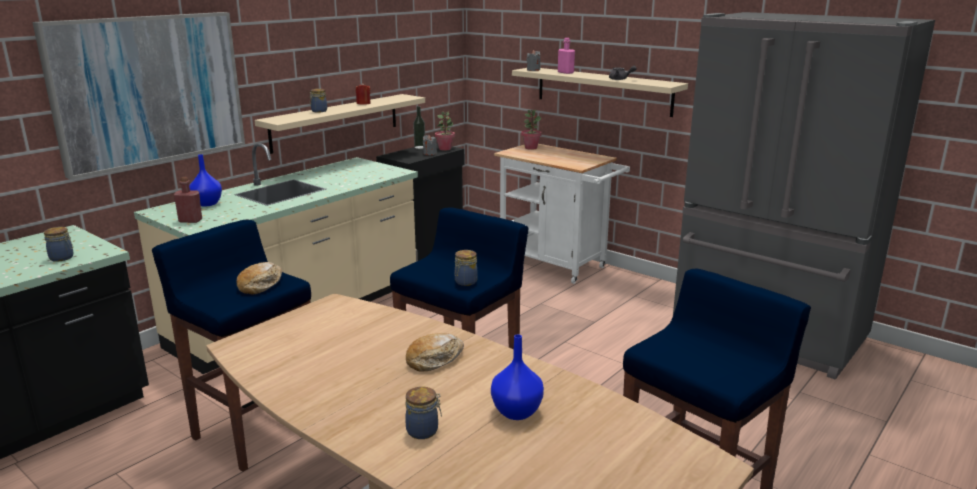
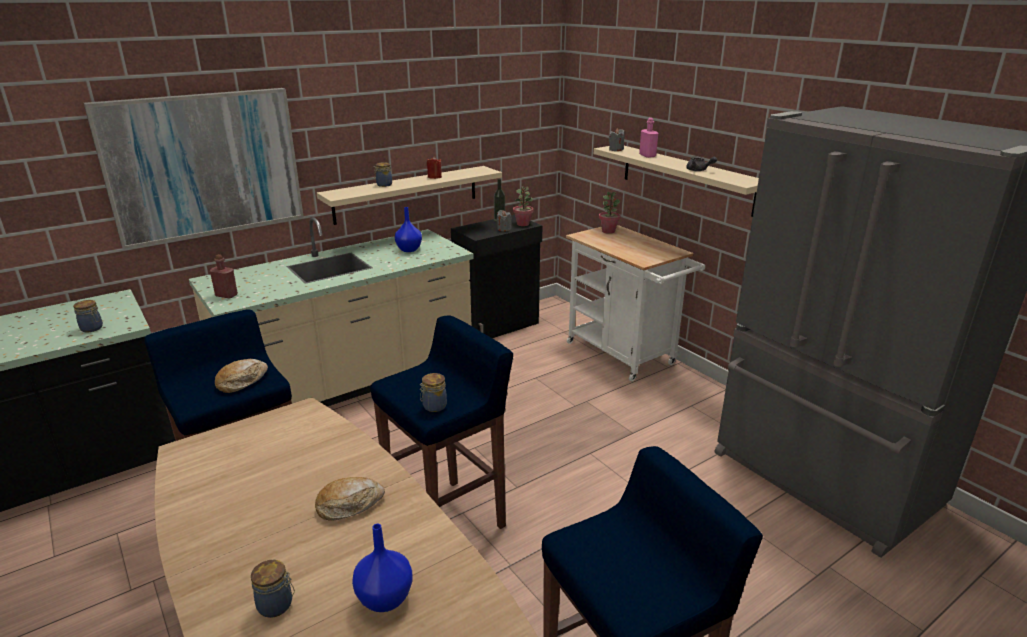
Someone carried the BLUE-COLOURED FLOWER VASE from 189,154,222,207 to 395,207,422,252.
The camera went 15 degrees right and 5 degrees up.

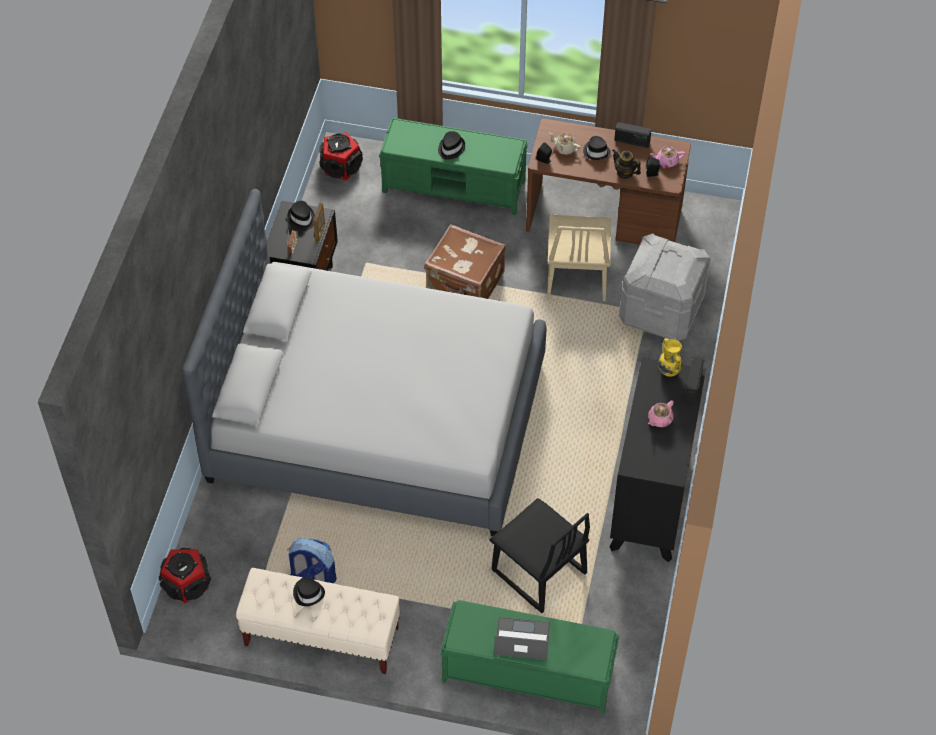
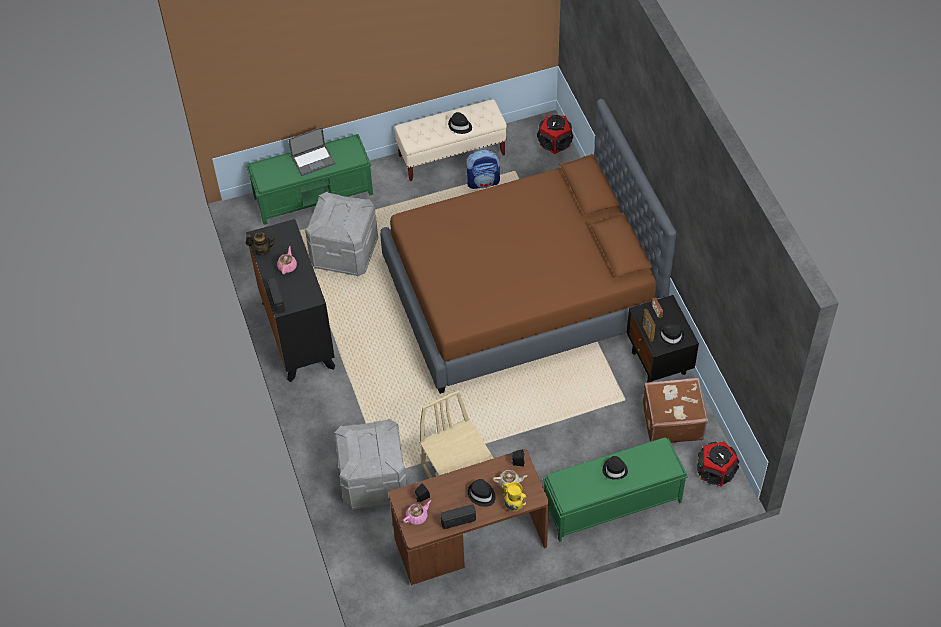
Someone carried the BROWN TRAVEL CASE from 424,224,506,299 to 643,378,708,443.
Someone carried the TEA POT from 612,149,641,179 to 246,232,275,256.
Someone carried the YELLOWISH FLOWER VASE from 658,338,682,377 to 503,482,526,512.
Someone swapped the BLACK-COLOURED PLAIN CHAIR at 489,498,590,613 for the GRAY STORAGE BIN at 305,192,378,276.
Someone repainted the GRAY SLEEPING BED at 182,189,547,536, which became the BROWN SLEEPING BED at 380,99,676,394.
The camera went 150 degrees right and 0 degrees up.

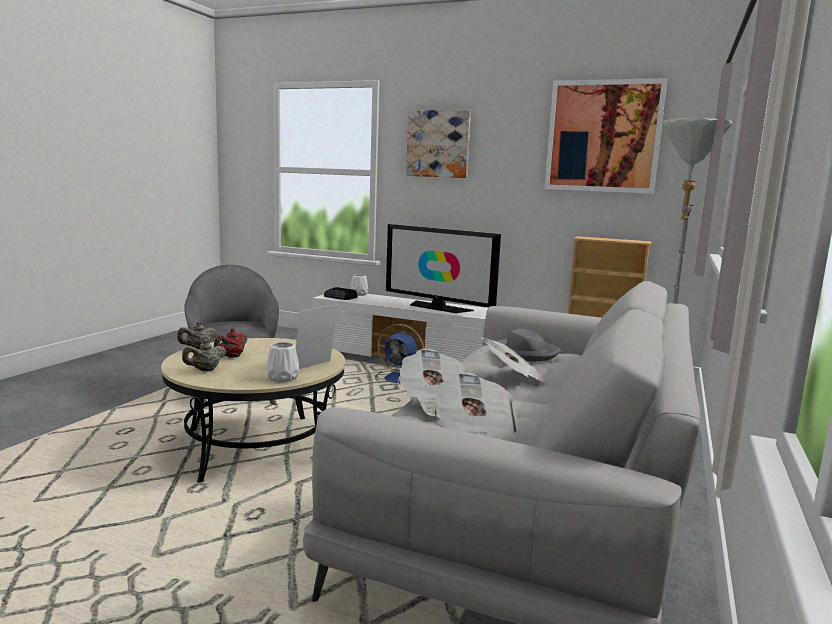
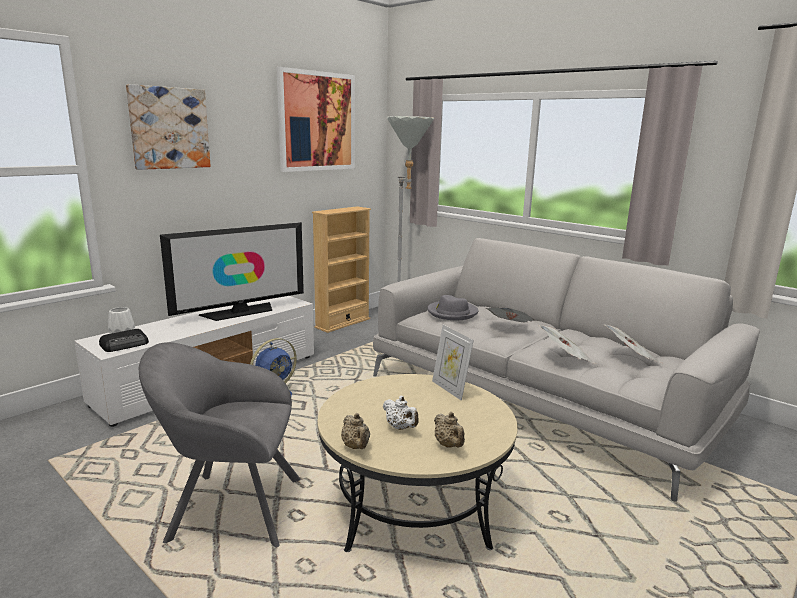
Someone took away the WHITE-COLOURED FLOWER VASE at 266,342,299,382.
Someone repainted the RED-COLOURED TEA POT at 214,328,247,358, which became the WHITE-COLOURED TEA POT at 383,396,419,430.
The camera went 70 degrees left and 5 degrees up.

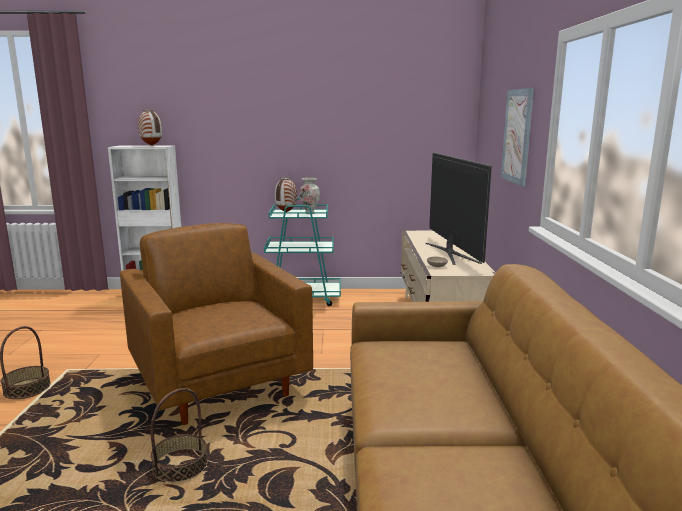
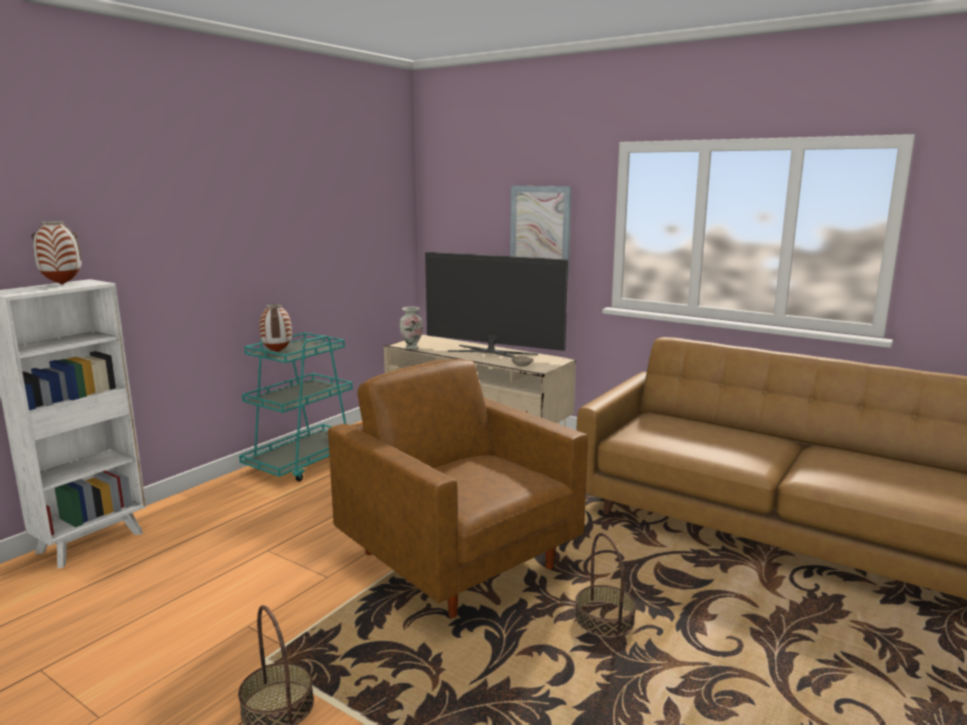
Someone carried the FLOWER VASE from 300,178,320,212 to 400,307,423,349.
Someone rotated the BROWN ARMCHAIR at 120,223,313,425 by 45 degrees clockwise.
The camera went 55 degrees left and 0 degrees up.

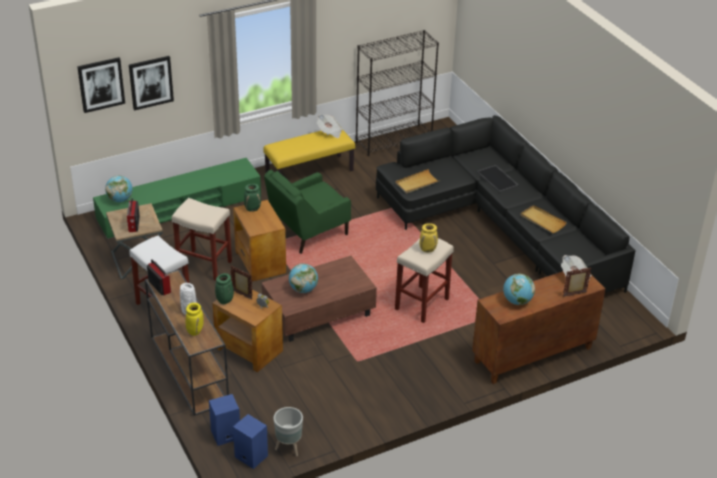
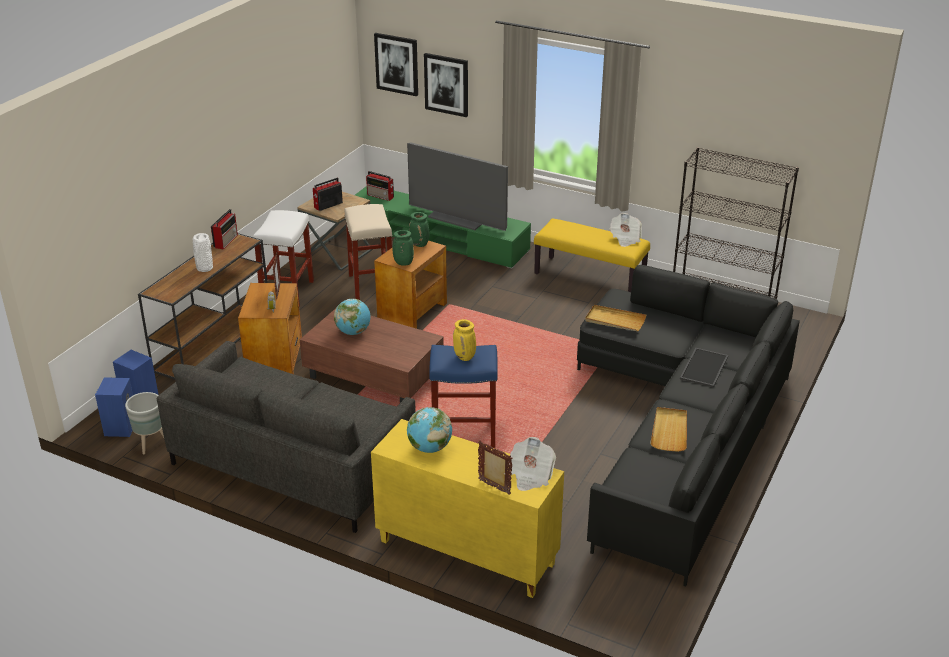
Someone took away the YELLOWISH FLOWER VASE at 186,303,203,336.
Someone took away the GREEN ARMCHAIR at 264,170,351,254.
Someone put down the GRAY SETTEE at 157,341,416,533.
Someone put down the TELEVISION at 407,143,508,231.
Someone carried the GREEN FLOWER VASE from 215,273,234,304 to 393,230,414,266.
Someone swapped the GLOBE at 105,175,133,202 for the RADIO at 366,171,394,201.
Someone repainted the SAND-COLOURED STOOL at 395,238,454,323, which became the BLUE-COLOURED STOOL at 429,345,498,448.
Someone repainted the BROWN STORAGE CABINET at 472,271,606,384, which became the YELLOWISH STORAGE CABINET at 371,419,564,598.
The camera went 55 degrees right and 5 degrees down.

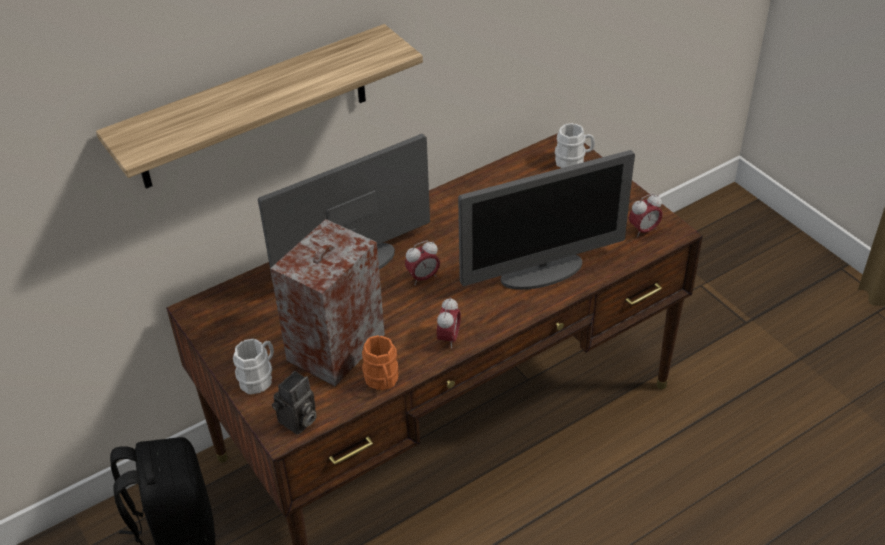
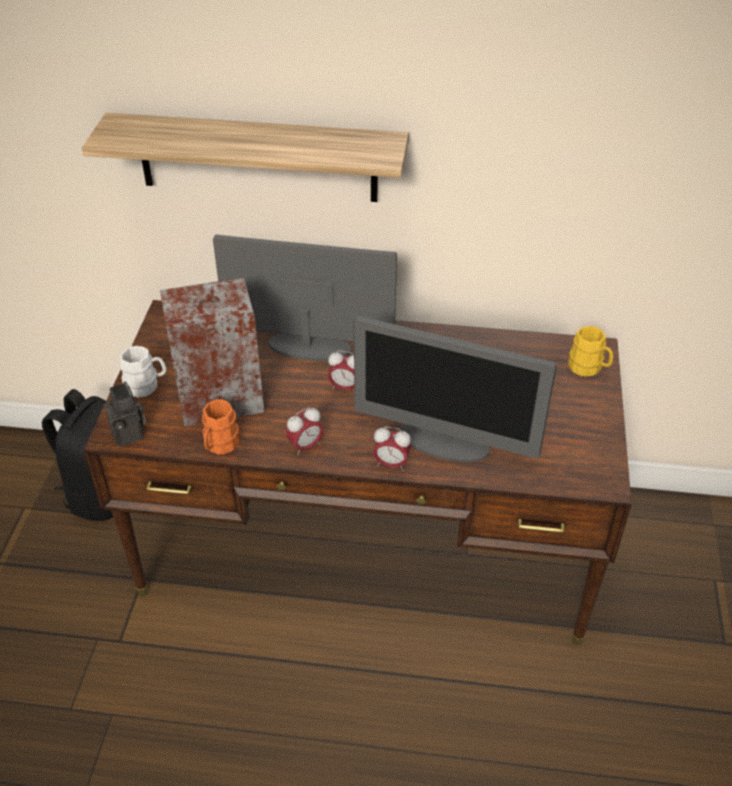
Someone carried the BEDSIDE CLOCK from 629,193,663,237 to 373,426,411,471.
Someone repainted the WHITE-COLOURED COFFEE MUG at 555,123,595,168, which became the YELLOWISH COFFEE MUG at 568,326,613,377.
Someone rotated the STILL CAMERA at 272,371,317,435 by 105 degrees counterclockwise.
The camera went 40 degrees right and 0 degrees up.

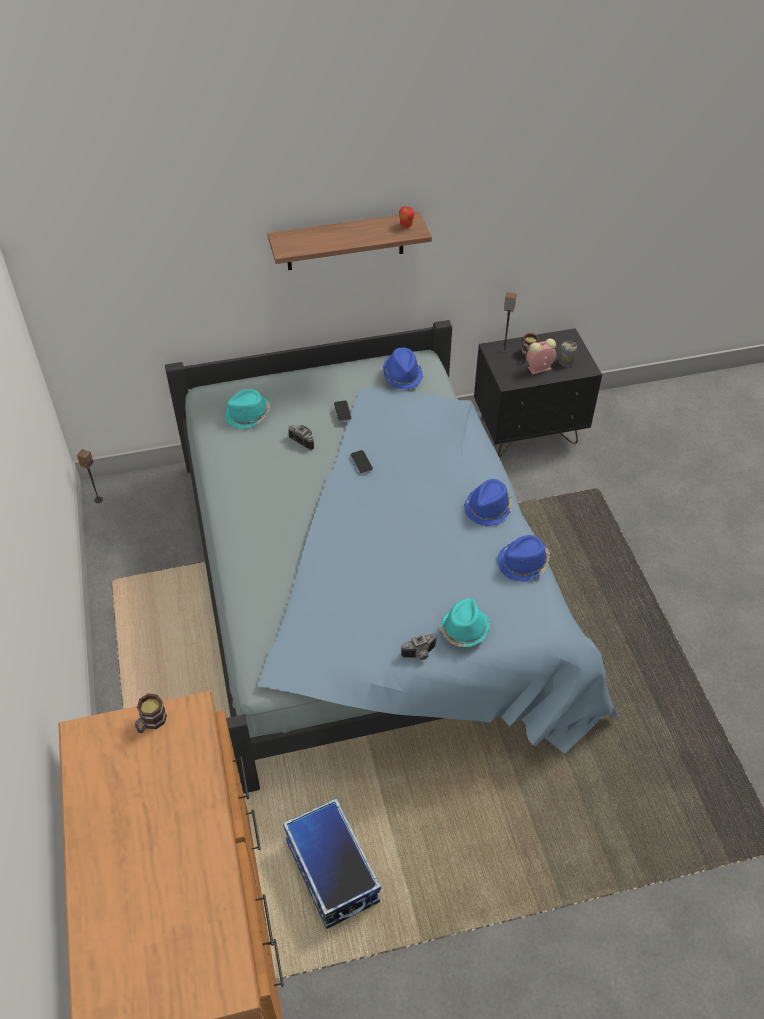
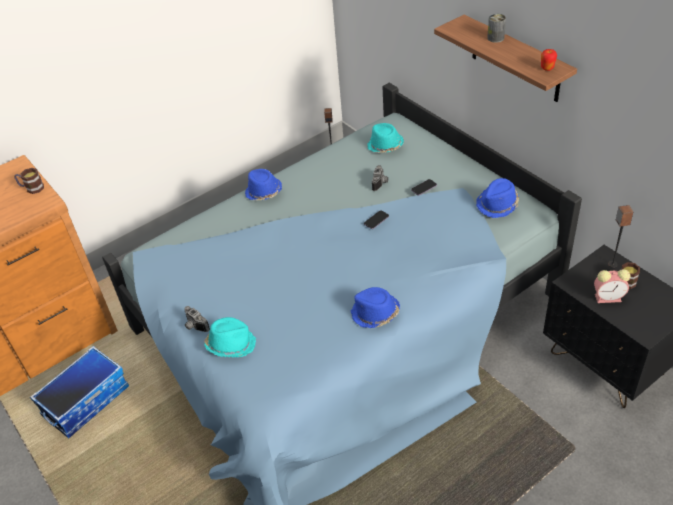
Someone carried the BLUE-COLOURED CLOTHING HAT from 497,535,550,582 to 245,169,282,200.
Someone carried the SEALED CAN from 559,341,577,367 to 487,14,506,43.
Someone rotated the BEDSIDE CLOCK at 526,339,556,375 by 135 degrees clockwise.
The camera went 70 degrees right and 5 degrees down.

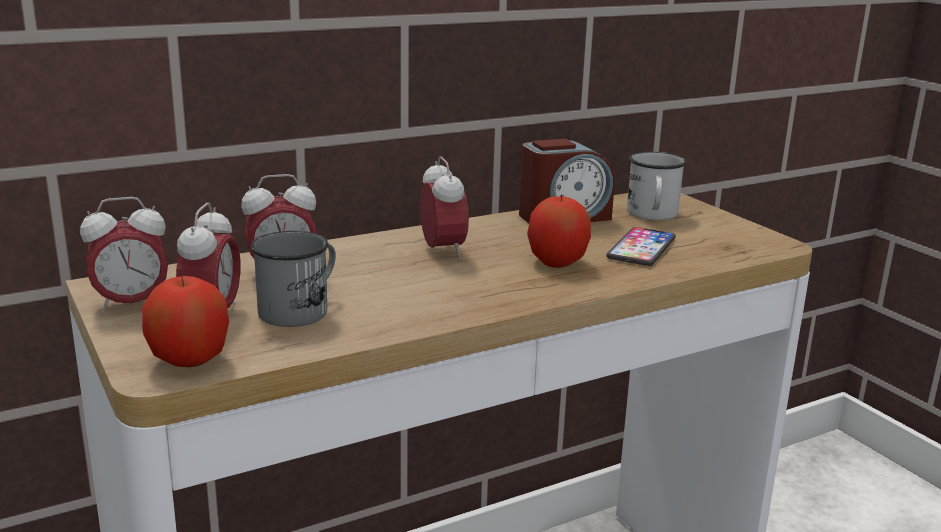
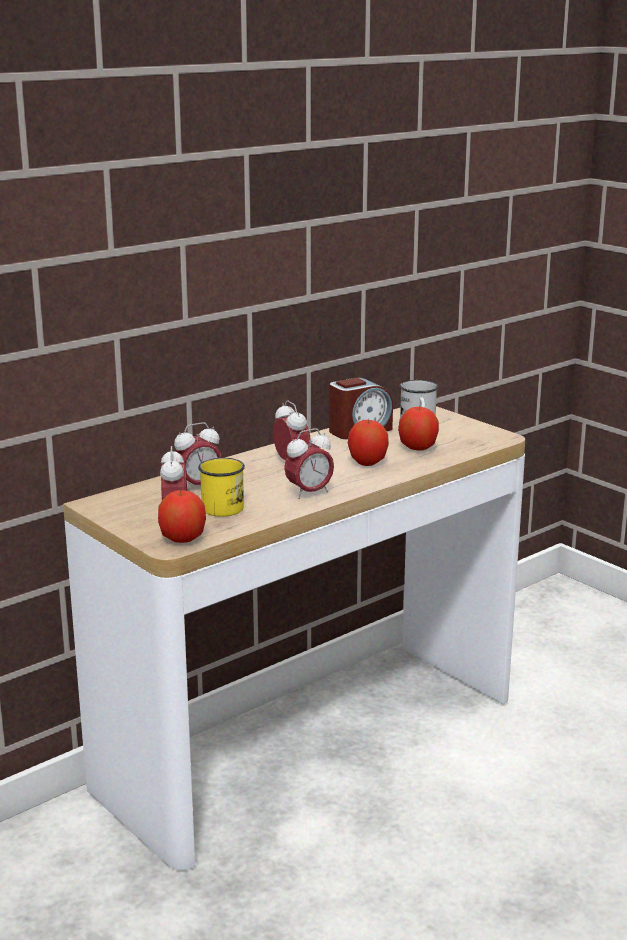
Someone carried the BEDSIDE CLOCK from 80,197,168,314 to 284,428,334,499.
Someone swapped the HANDSET at 606,227,676,266 for the APPLE FRUIT at 398,406,439,451.
Someone repainted the GRAY COFFEE MUG at 251,231,336,327, which became the YELLOWISH COFFEE MUG at 198,458,245,517.
The camera went 10 degrees left and 0 degrees up.

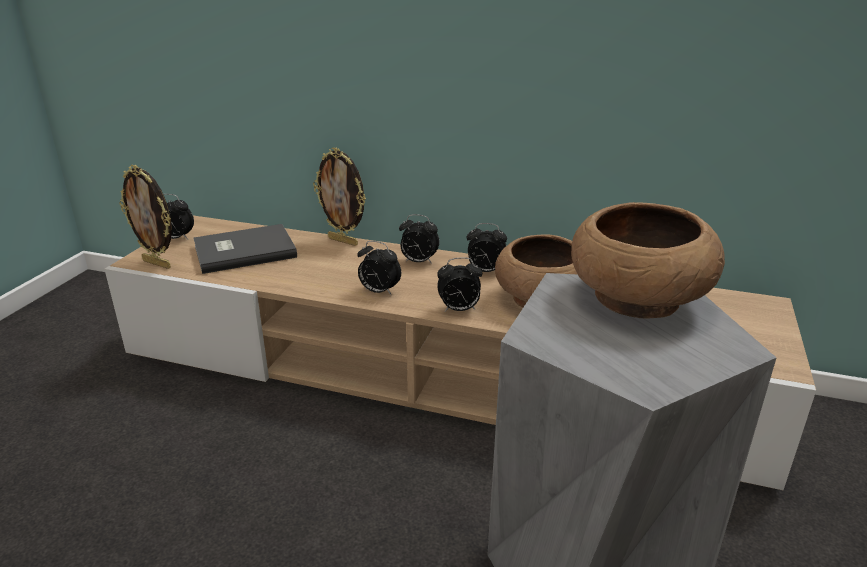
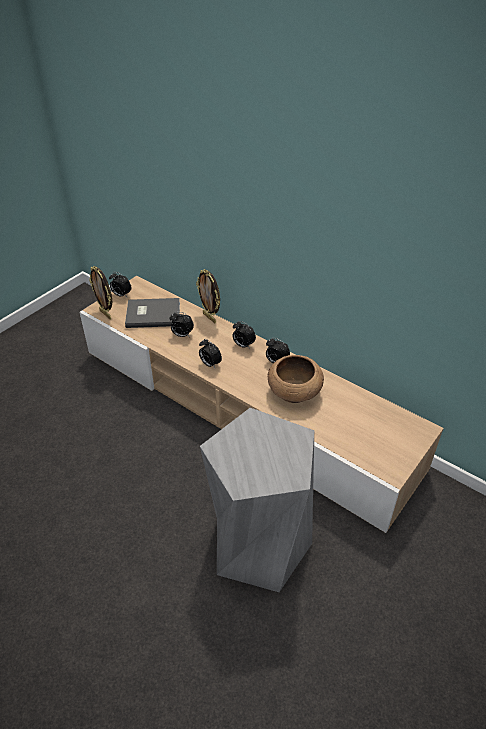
Someone took away the BROWN DEEP DISH at 571,202,725,319.
Someone carried the BEDSIDE CLOCK from 437,257,482,311 to 170,312,194,337.
The camera went 20 degrees right and 15 degrees up.

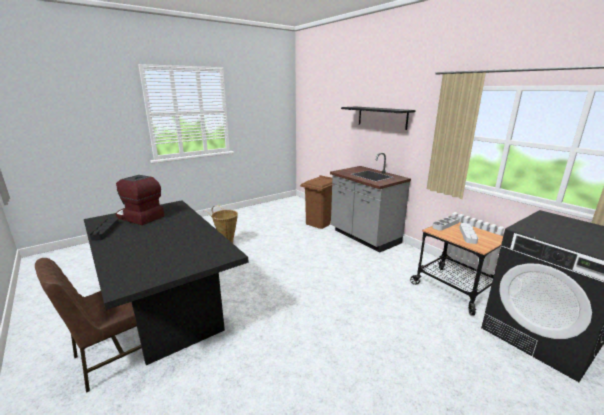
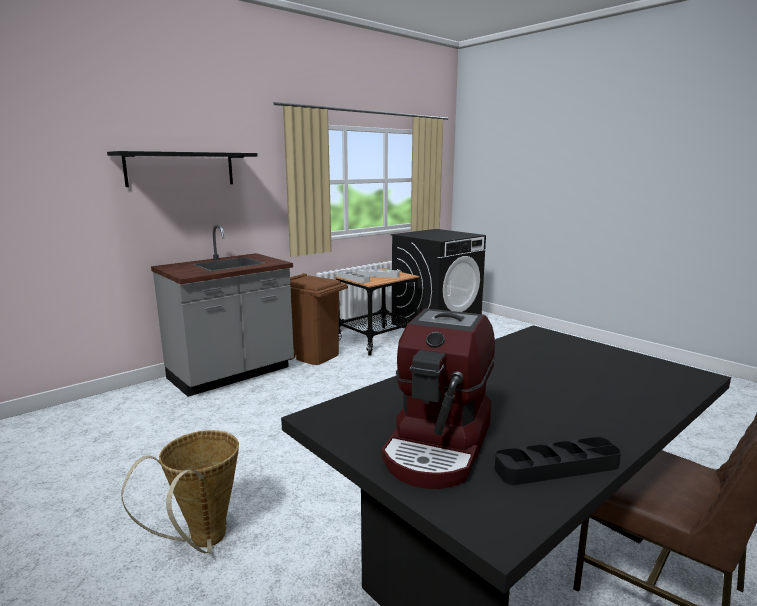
Someone carried the BROWN TRASH CAN from 300,175,332,229 to 288,273,348,365.
The camera went 95 degrees left and 5 degrees down.

